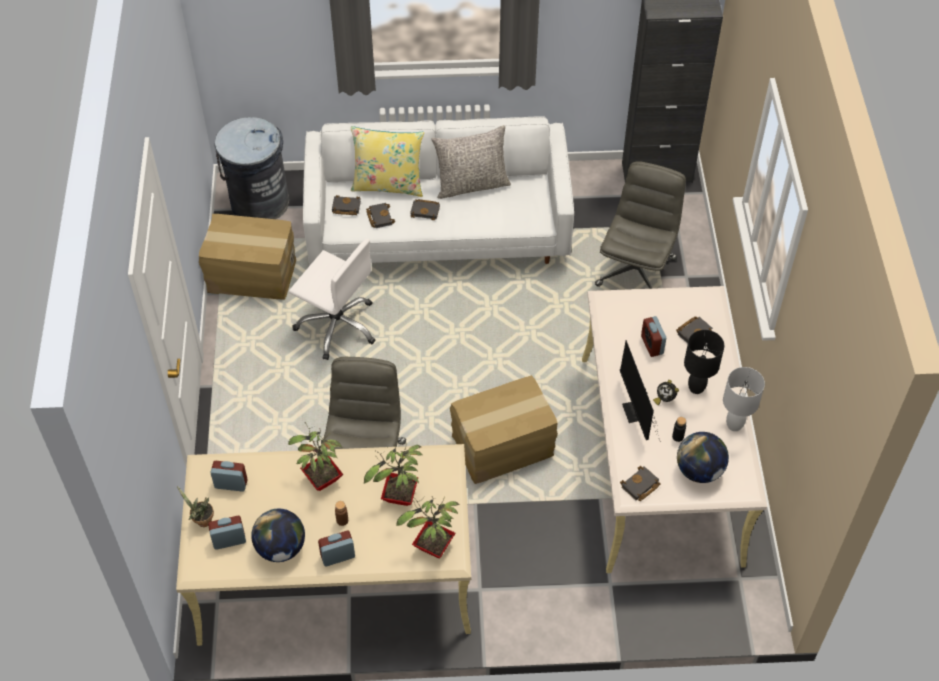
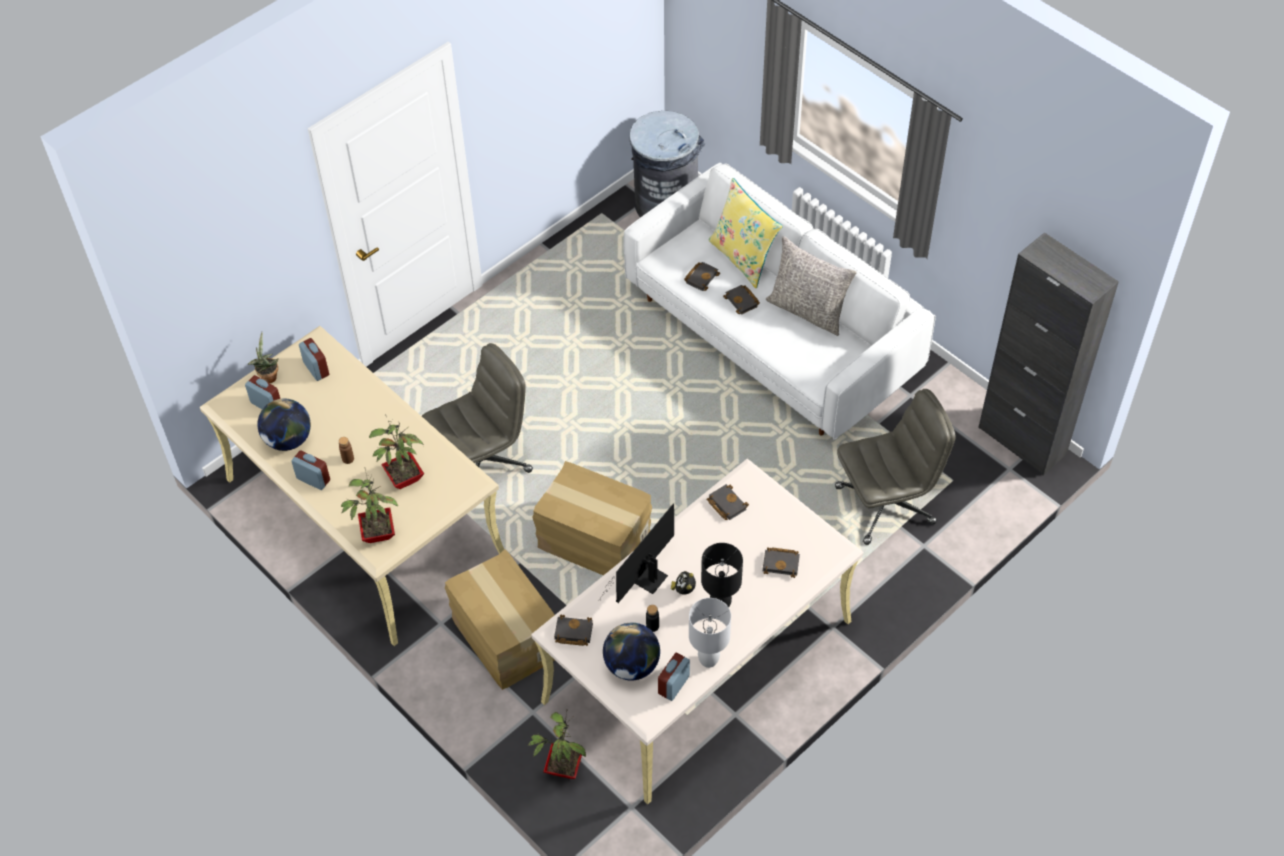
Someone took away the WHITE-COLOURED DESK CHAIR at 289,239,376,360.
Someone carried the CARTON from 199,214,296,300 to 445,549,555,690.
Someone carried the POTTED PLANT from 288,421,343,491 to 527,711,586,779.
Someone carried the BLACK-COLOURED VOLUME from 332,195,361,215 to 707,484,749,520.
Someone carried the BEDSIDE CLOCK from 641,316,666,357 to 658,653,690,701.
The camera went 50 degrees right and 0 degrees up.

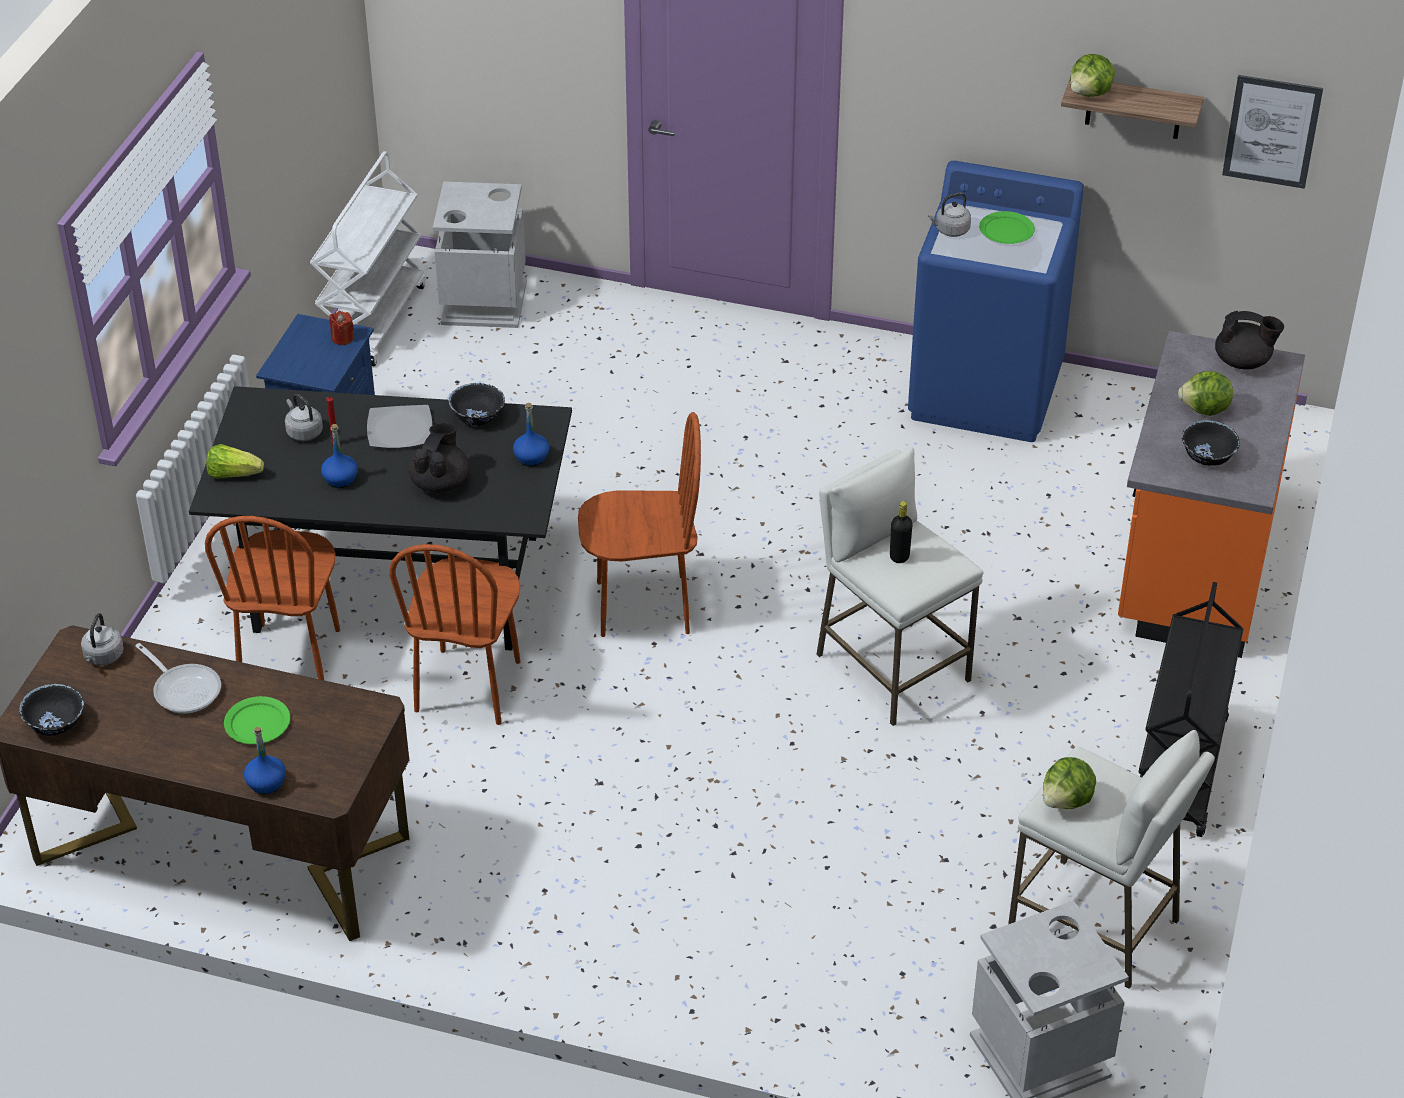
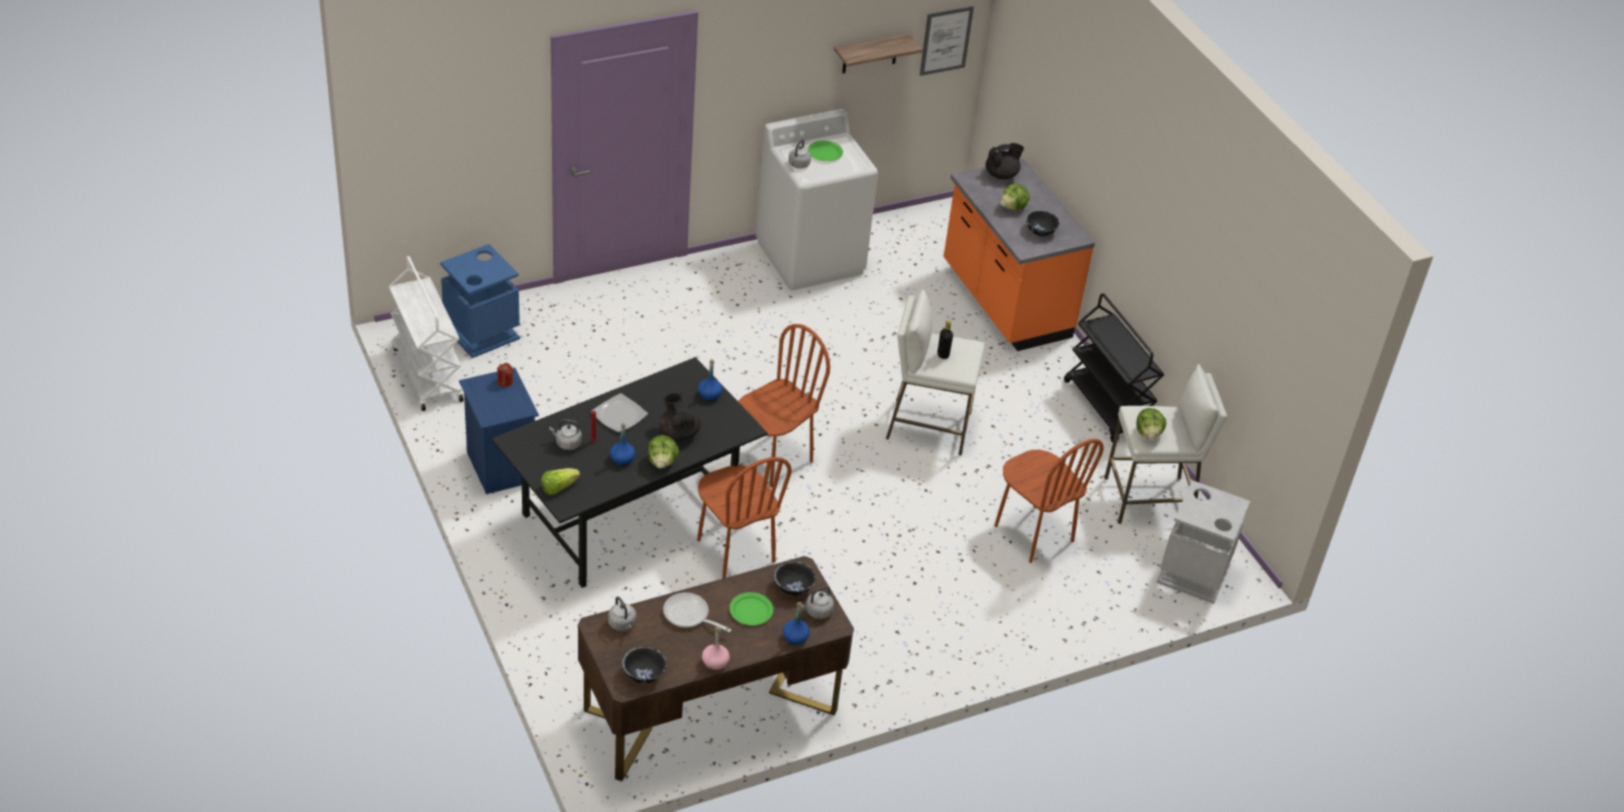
Someone put down the PINK BOTTLE at 702,626,730,671.
Someone put down the GRAY KETTLE at 802,586,834,619.
Someone carried the BROWN PLAIN CHAIR from 205,516,340,681 to 994,439,1104,563.
Someone carried the BLACK-COLOURED DEEP DISH from 448,383,505,426 to 774,561,816,596.
Someone carried the LETTUCE from 1070,54,1115,97 to 648,435,679,468.
Someone repainted the GRAY TRASH CAN at 433,181,527,328, which became the BLUE-COLOURED TRASH CAN at 440,244,520,358.
Someone repainted the BLUE-COLOURED WASHING MACHINE at 908,161,1084,442, which became the WHITE-COLOURED WASHING MACHINE at 755,109,878,290.
Someone rotated the PAN at 135,643,221,714 by 150 degrees counterclockwise.
The camera went 45 degrees left and 0 degrees up.

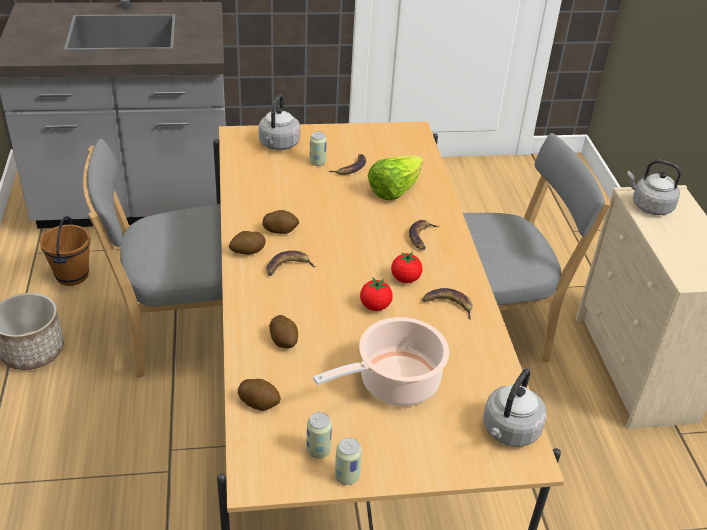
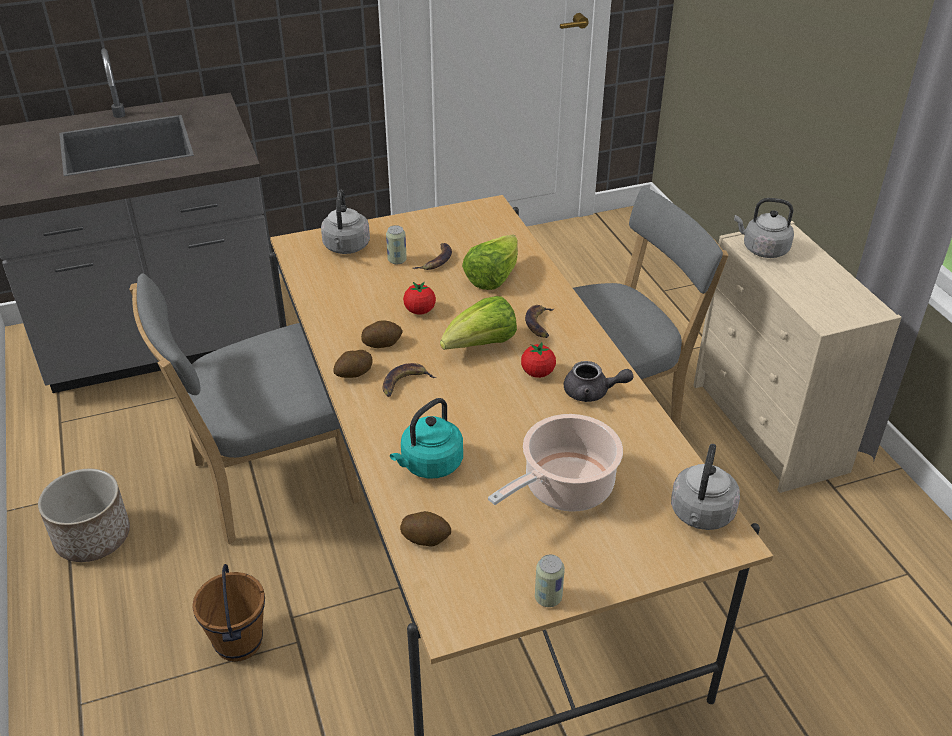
Someone took away the SEALED CAN at 306,412,332,459.
Someone put down the LETTUCE at 440,296,517,350.
Someone carried the BROWN WATER BUCKET from 40,216,90,286 to 192,564,265,662.
Someone carried the FRESH TOMATO from 360,278,392,311 to 403,282,436,315.
Someone swapped the SPUD at 269,315,298,348 for the TURQUOISE-COLOURED KETTLE at 390,398,463,478.
Someone swapped the BANANA FRUIT at 422,288,473,320 for the GRAY TEA POT at 564,361,633,402.
The camera went 10 degrees left and 0 degrees up.

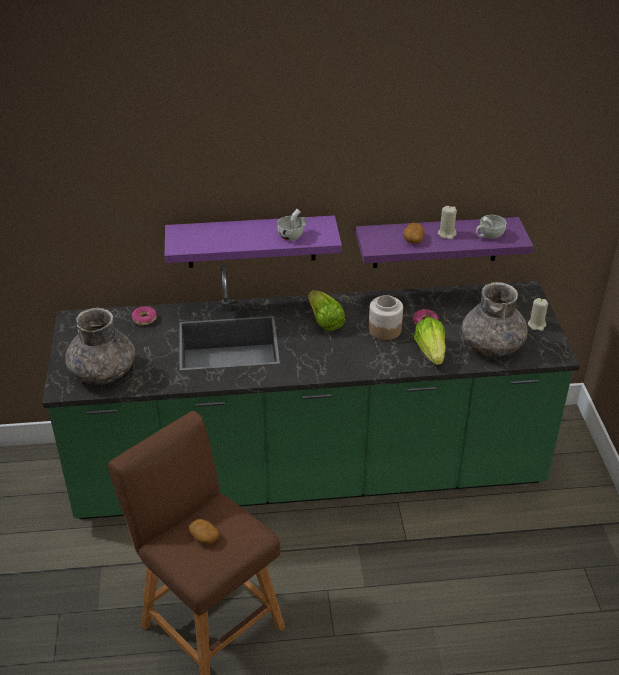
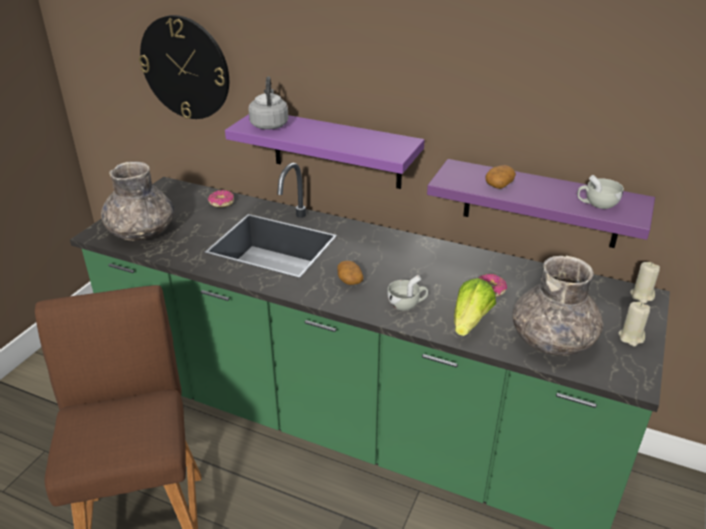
Someone took away the LETTUCE at 308,290,345,331.
Someone took away the PRESERVE JAR at 369,295,403,340.
Someone put up the HANGING CLOCK at 139,15,229,119.
Someone put down the GRAY KETTLE at 248,76,289,130.
Someone carried the SPUD from 189,519,219,544 to 337,261,363,285.
Someone carried the WHITE-COLOURED SMALL CUP from 277,209,307,241 to 387,275,428,310.
Someone carried the SAND-COLOURED WAX CANDLE from 438,206,457,239 to 630,262,660,303.
The camera went 30 degrees right and 5 degrees down.

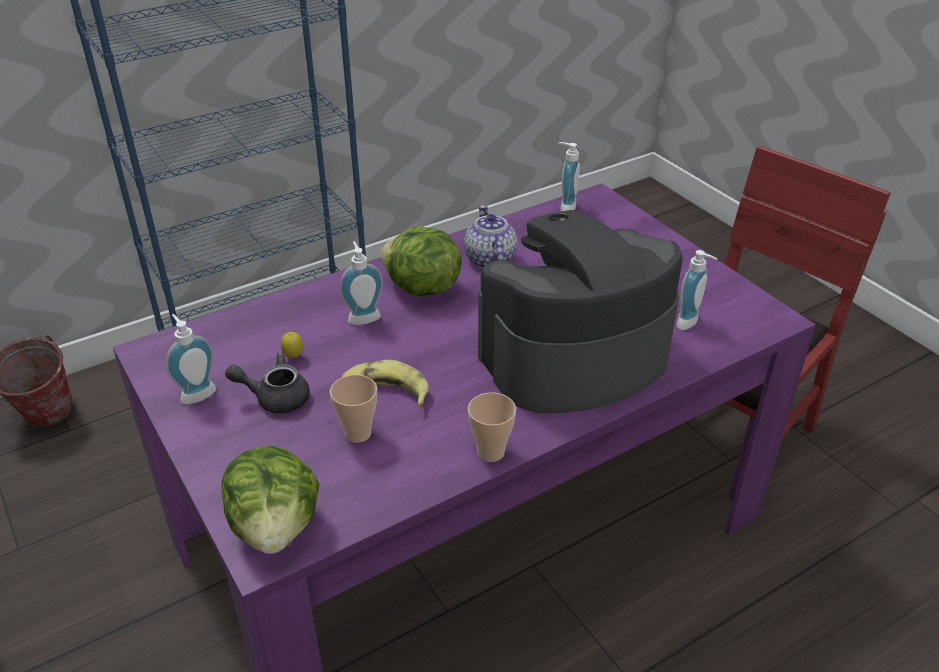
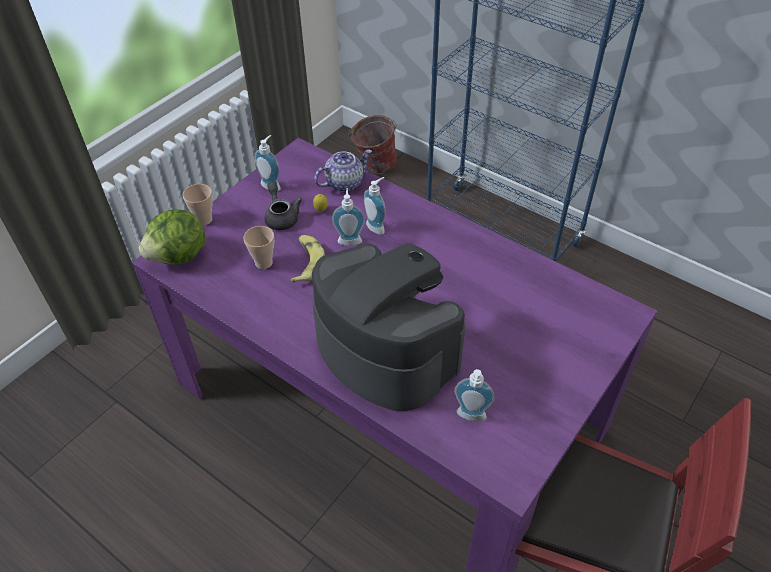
Someone took away the LETTUCE at 380,227,462,297.
Someone carried the TEA POT from 464,205,517,269 to 314,150,372,192.
Someone carried the SMALL CUP from 468,392,516,462 to 183,184,212,225.
Someone carried the SOAP BOTTLE from 558,142,580,211 to 332,188,365,246.
The camera went 70 degrees right and 10 degrees up.

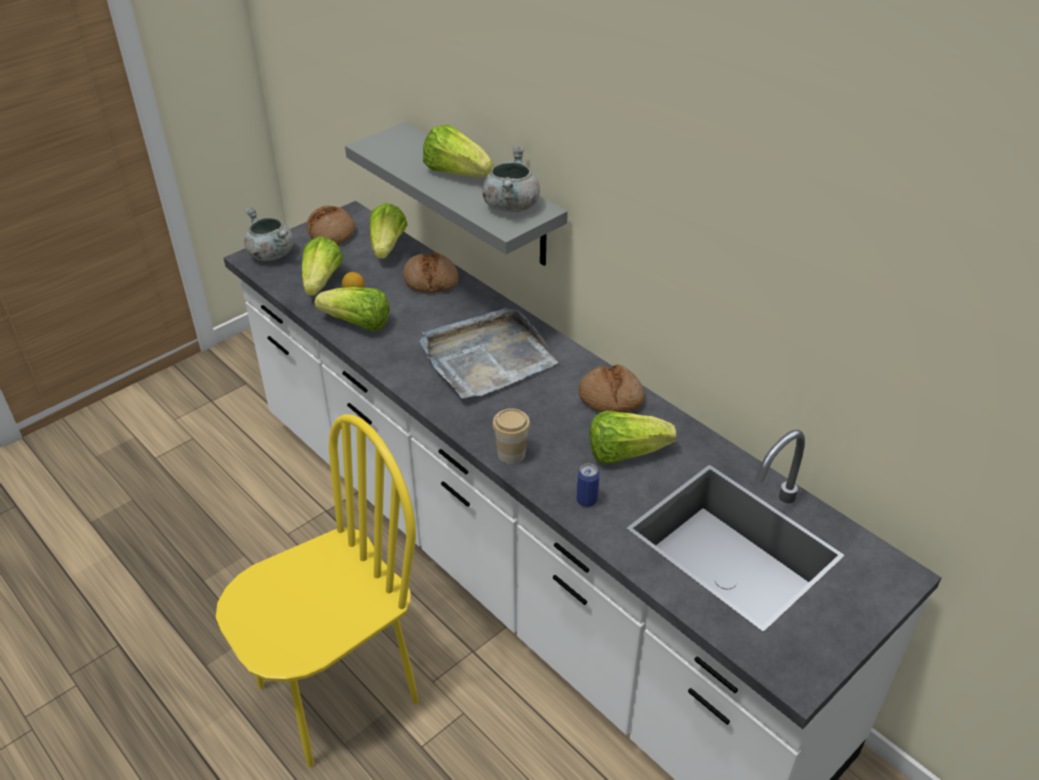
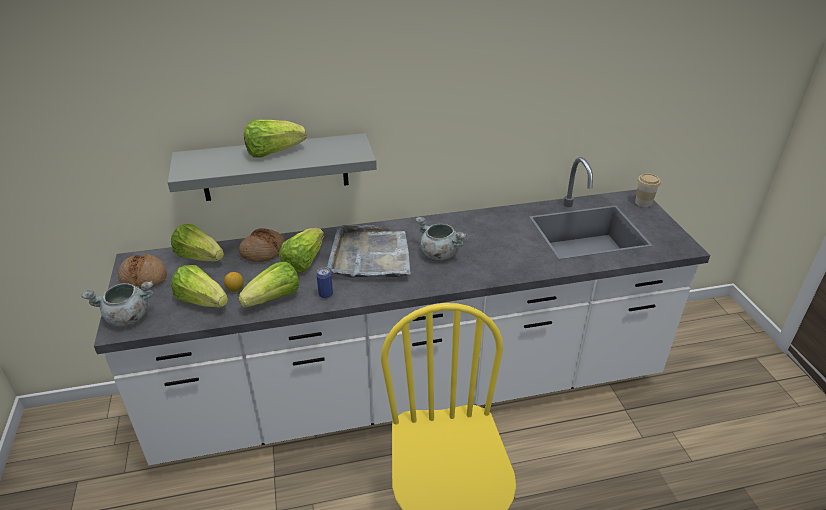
Someone took away the BAKED BREAD at 579,365,644,413.
Someone carried the GRAY COOKING POT from 483,146,540,212 to 415,217,467,260.
Someone carried the SMALL CUP from 492,408,530,464 to 635,174,661,207.
Someone carried the SEALED CAN from 576,463,600,507 to 316,267,333,299.
Someone carried the LETTUCE from 590,411,676,464 to 279,228,324,273.
The camera went 60 degrees left and 5 degrees down.

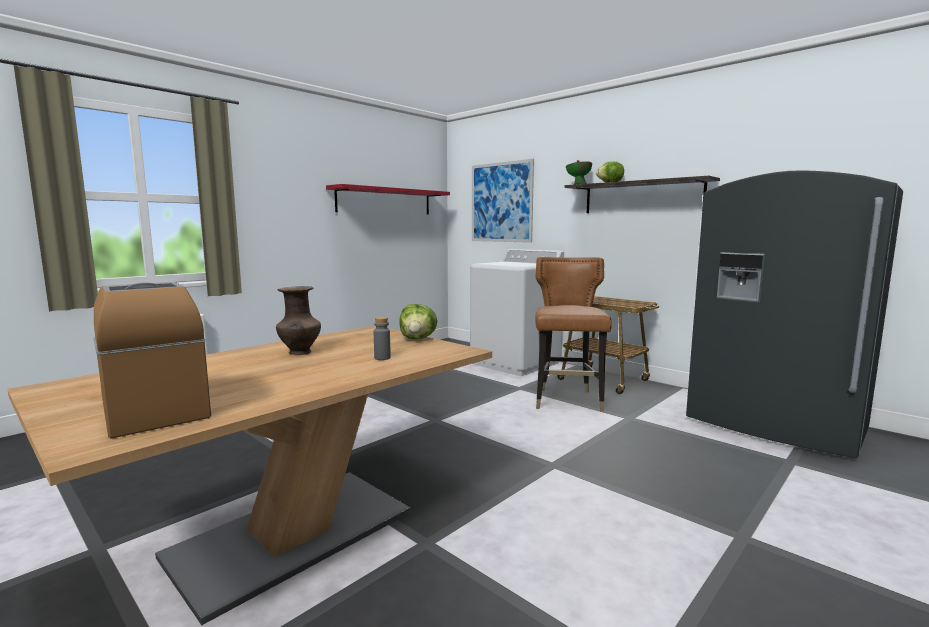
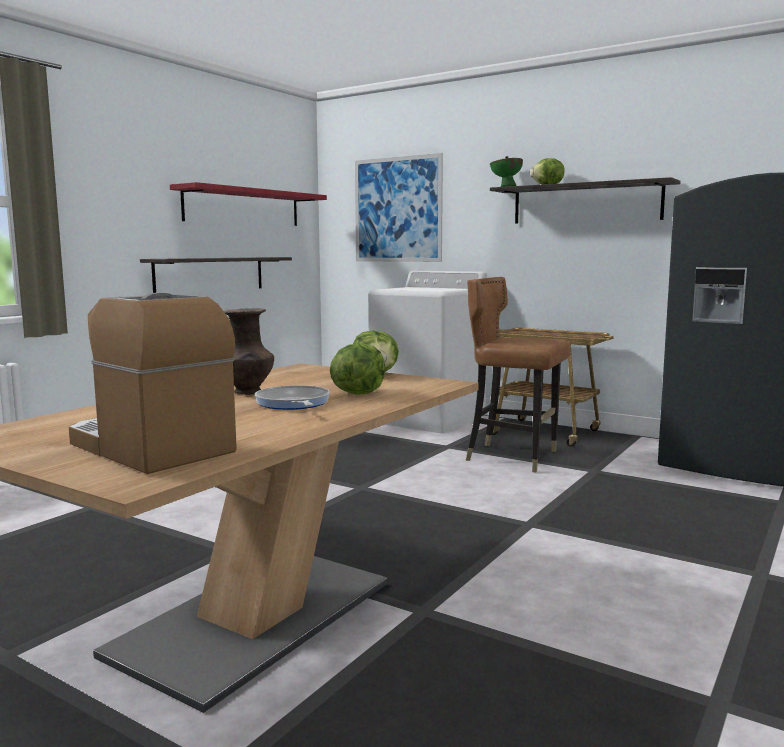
Someone put up the BRACKET SHELF at 140,257,292,293.
Someone put down the PAN at 255,386,330,410.
Someone swapped the GRAY BOTTLE at 374,317,391,360 for the LETTUCE at 330,344,385,395.
Someone rotated the BROWN PLAIN CHAIR at 535,257,612,412 by 60 degrees counterclockwise.
The camera went 10 degrees left and 0 degrees up.

